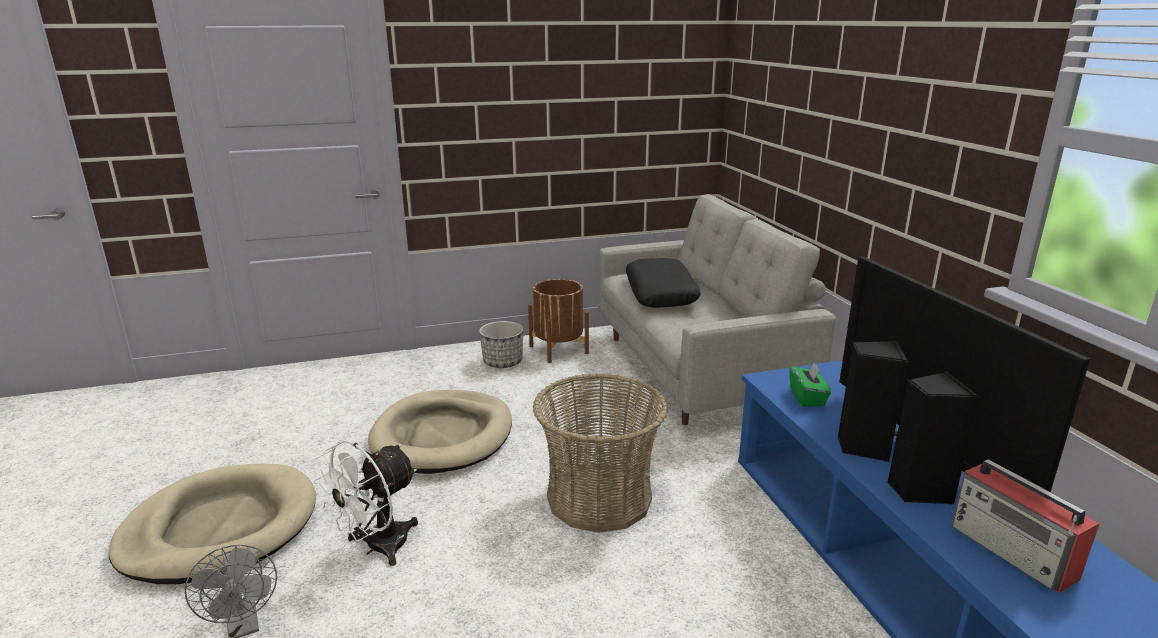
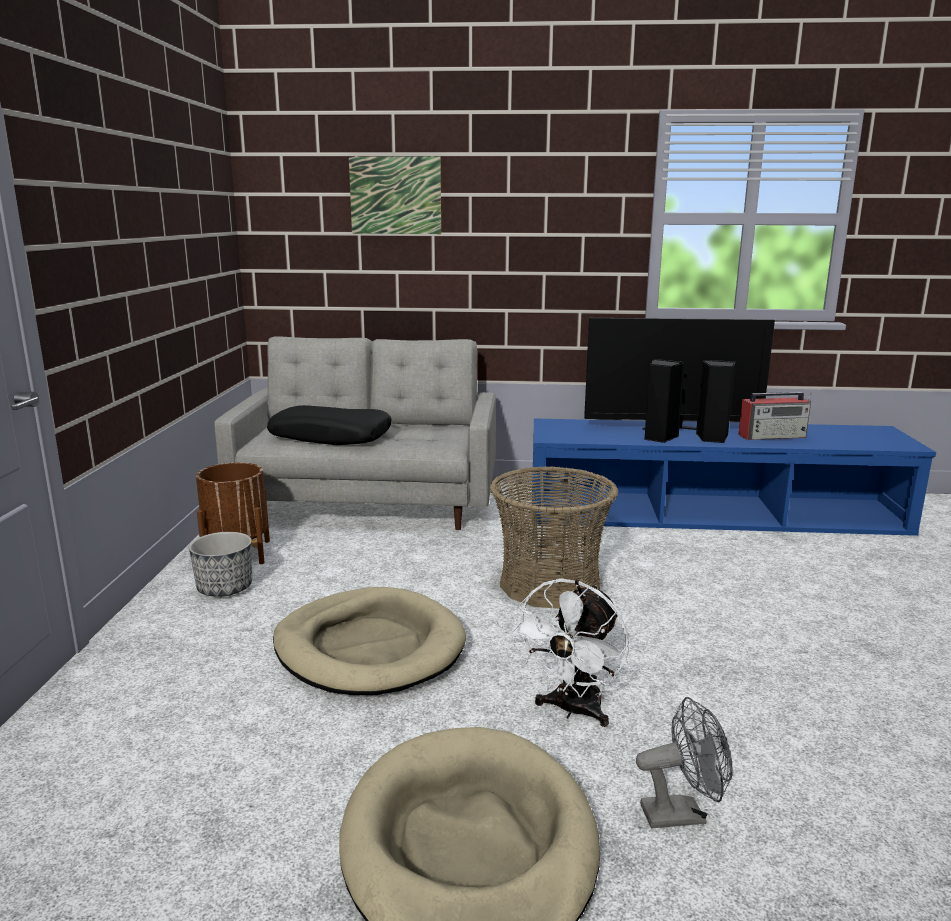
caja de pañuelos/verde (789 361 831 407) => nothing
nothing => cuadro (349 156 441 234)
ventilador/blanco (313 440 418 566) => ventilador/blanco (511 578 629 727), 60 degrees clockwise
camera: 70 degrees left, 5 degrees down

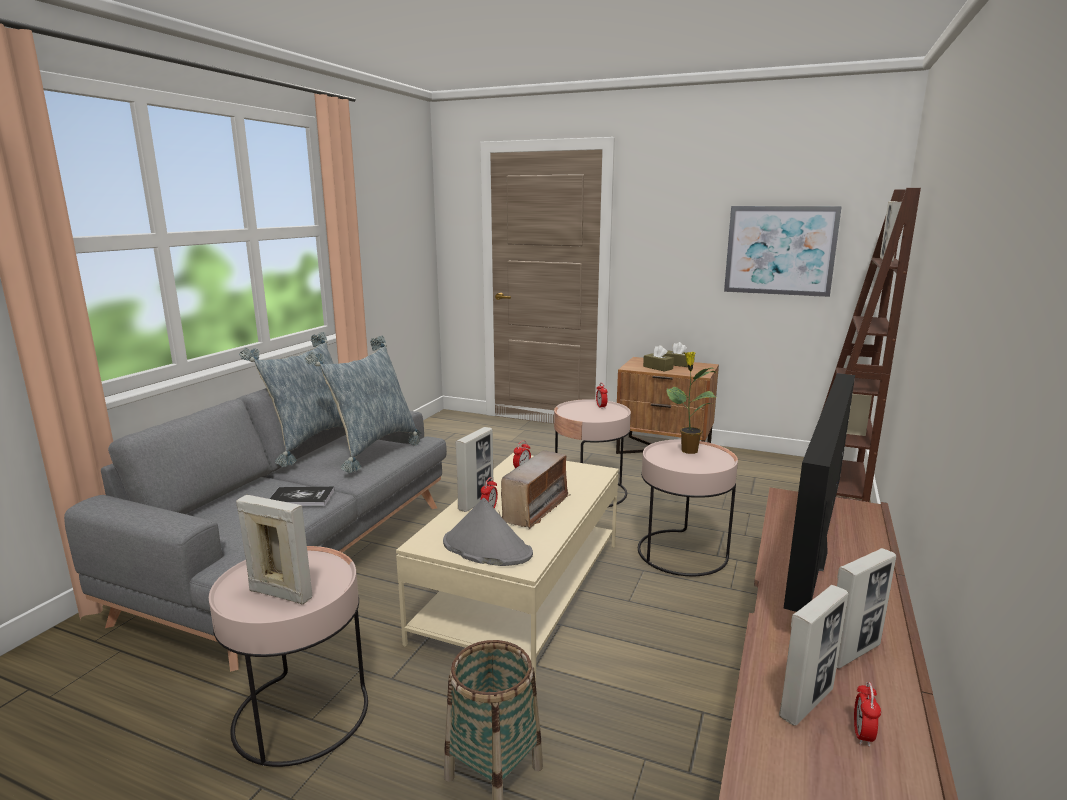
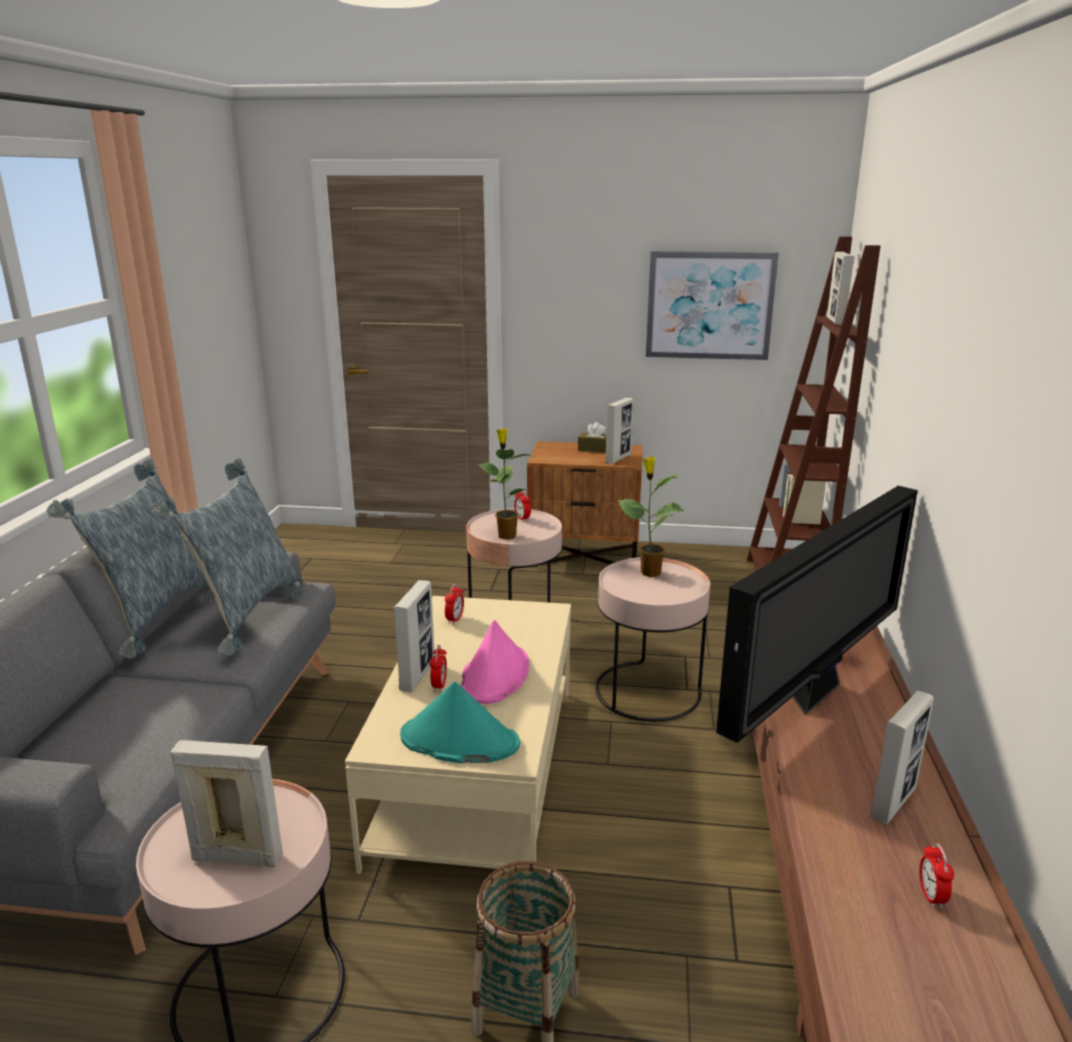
libro (270 487 334 506) => nothing
caja de pañuelos/marrón (643 345 674 372) => nothing
nothing => planta en maceta (479 428 534 540)
portarretratos (779 585 848 726) => portarretratos (605 398 634 464), shifted
radio (498 450 570 529) => sombrero/rosa (461 620 529 704)
sombrero/gris (443 498 533 566) => sombrero/turquesa (400 682 520 763)
televisor (784 373 855 612) => televisor (716 486 918 743), 150 degrees counterclockwise
camera: 15 degrees left, 5 degrees up

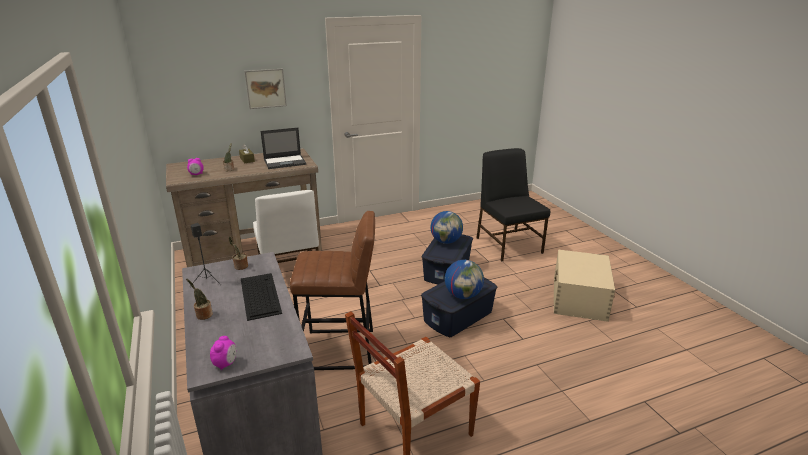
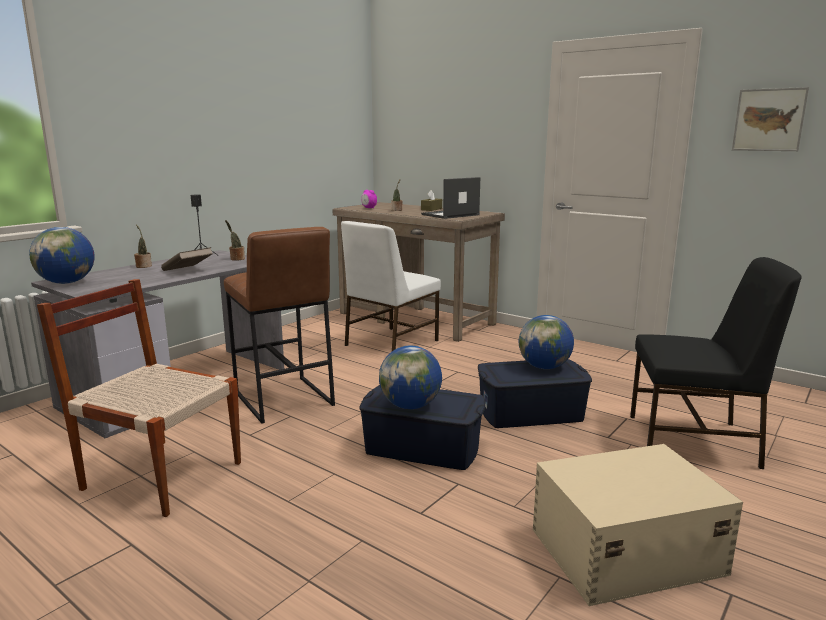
cuadro (244 69 287 109) => cuadro (732 87 809 151), shifted
despertador (210 336 236 370) => globo terráqueo (29 227 95 284)
teclado (241 273 282 321) => libro/marrón (161 247 213 271)
portátil (260 128 306 169) => portátil (421 177 480 219), 105 degrees clockwise
silla/negro (477 148 550 261) => silla/negro (630 257 802 469), 60 degrees clockwise
camera: 60 degrees right, 10 degrees down

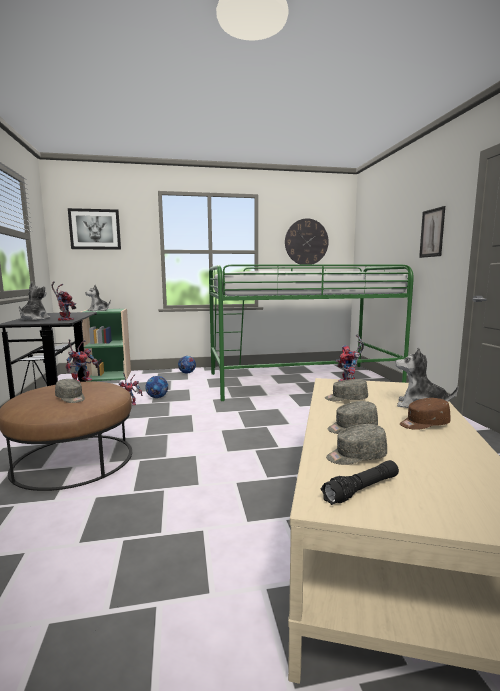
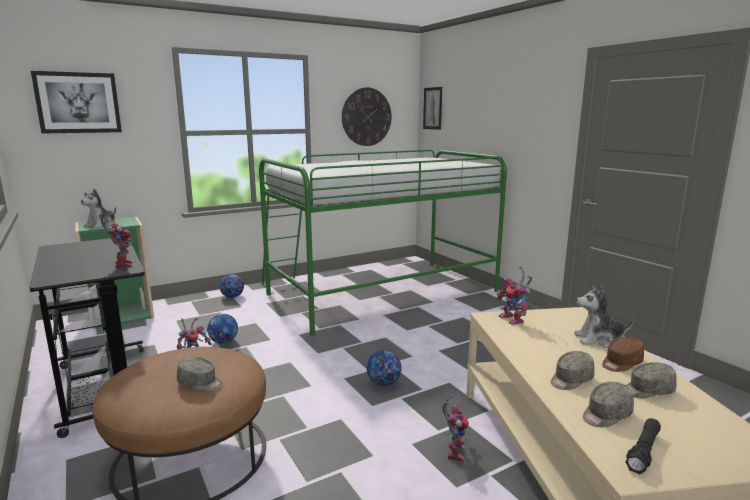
peluche (19 281 51 320) => nothing
nothing => balón de fútbol (367 350 401 386)
robot de juguete (66 339 100 383) => robot de juguete (442 395 469 462), shifted
gorra/gris (325 379 368 401) => gorra/gris (626 362 677 398), shifted
cuadro (419 206 445 258) => cuadro (423 87 442 130), shifted
camera: 20 degrees left, 5 degrees up

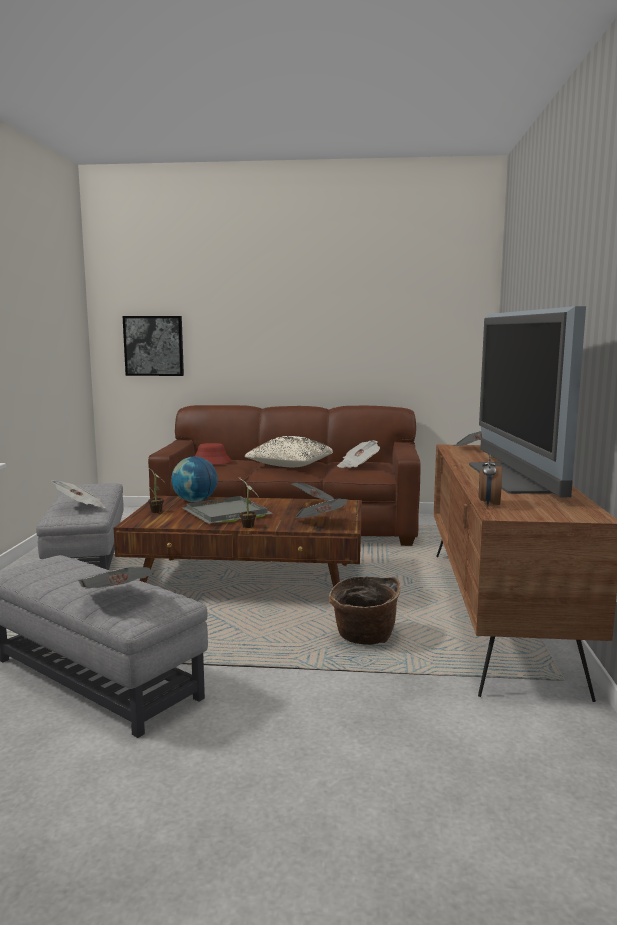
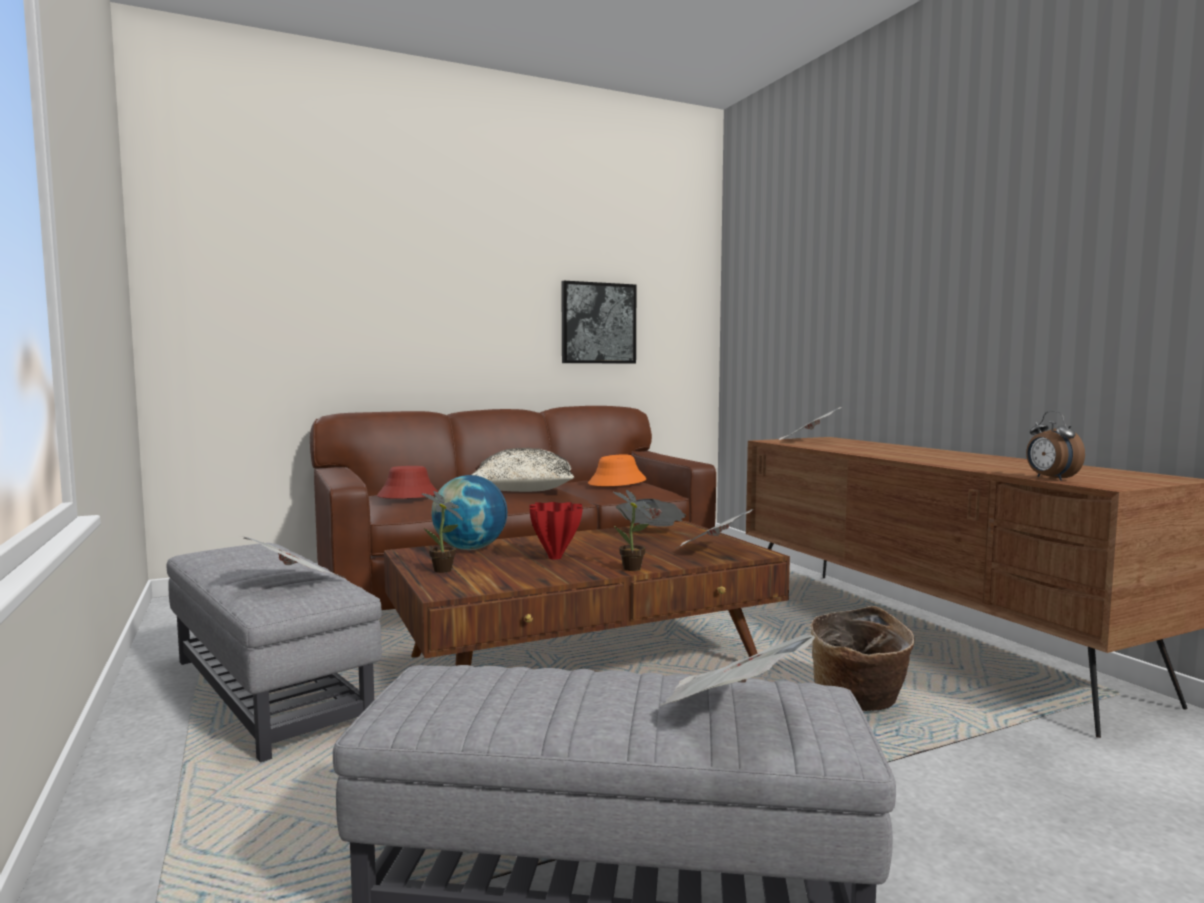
televisor (469 306 586 498) => nothing
cuadro (122 316 184 376) => cuadro (561 281 636 364), shifted
bandeja/gris (182 496 272 524) => florero/rojo (529 502 583 559)
periódico (337 440 380 468) => sombrero/naranja (588 454 647 486)
camera: 30 degrees left, 5 degrees down

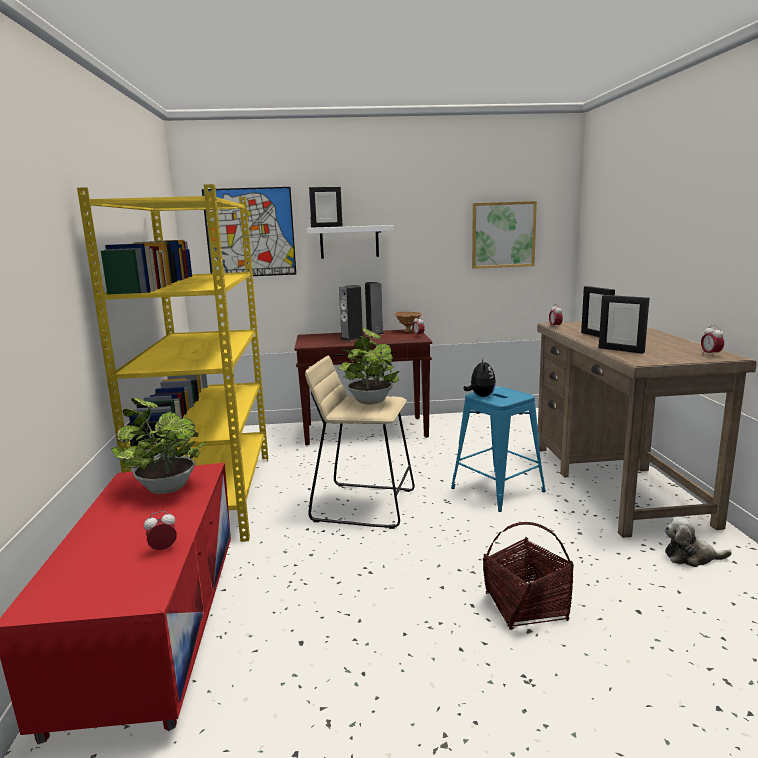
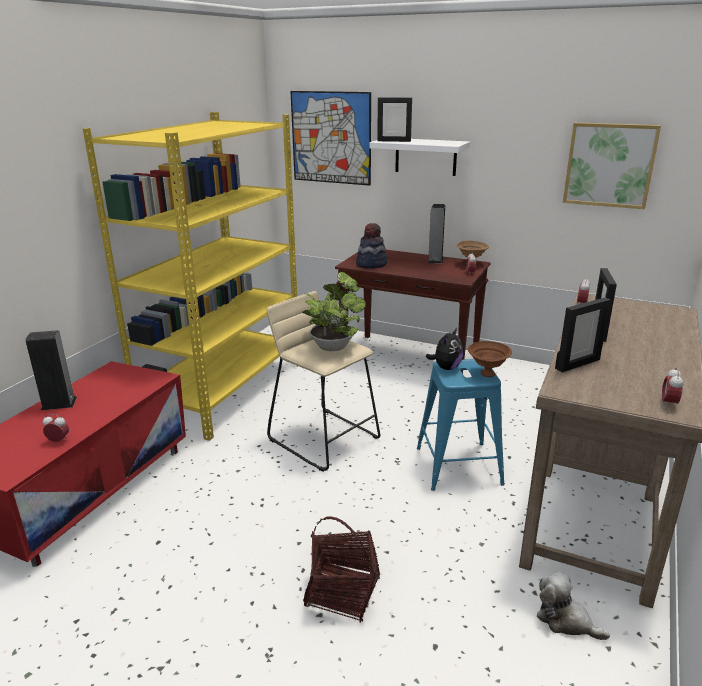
planta en maceta (111 398 206 494) => nothing
nothing => sombrero (356 223 387 268)
nothing => cuenco/marrón (468 341 512 377)
altavoz (339 285 364 341) => altavoz (26 330 77 410), shifted
portarretratos (599 295 650 354) => portarretratos (555 297 611 373), 105 degrees counterclockwise
camera: 30 degrees right, 10 degrees up

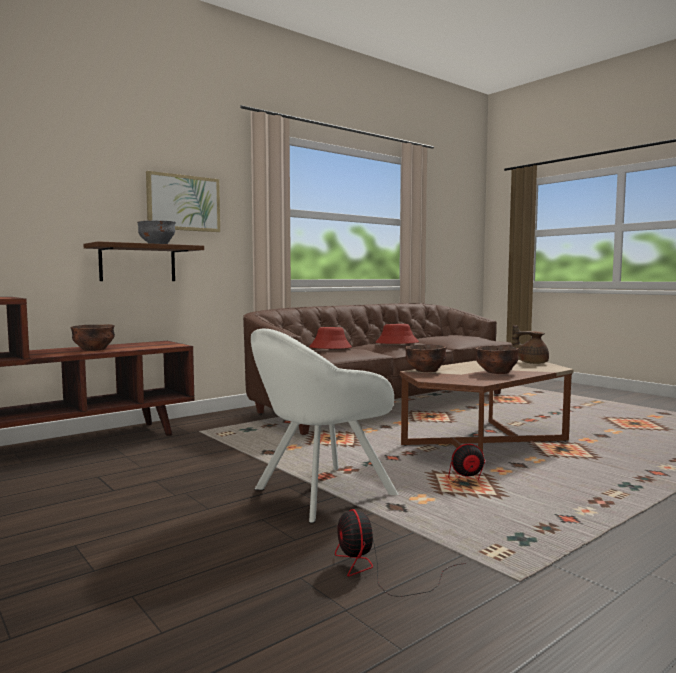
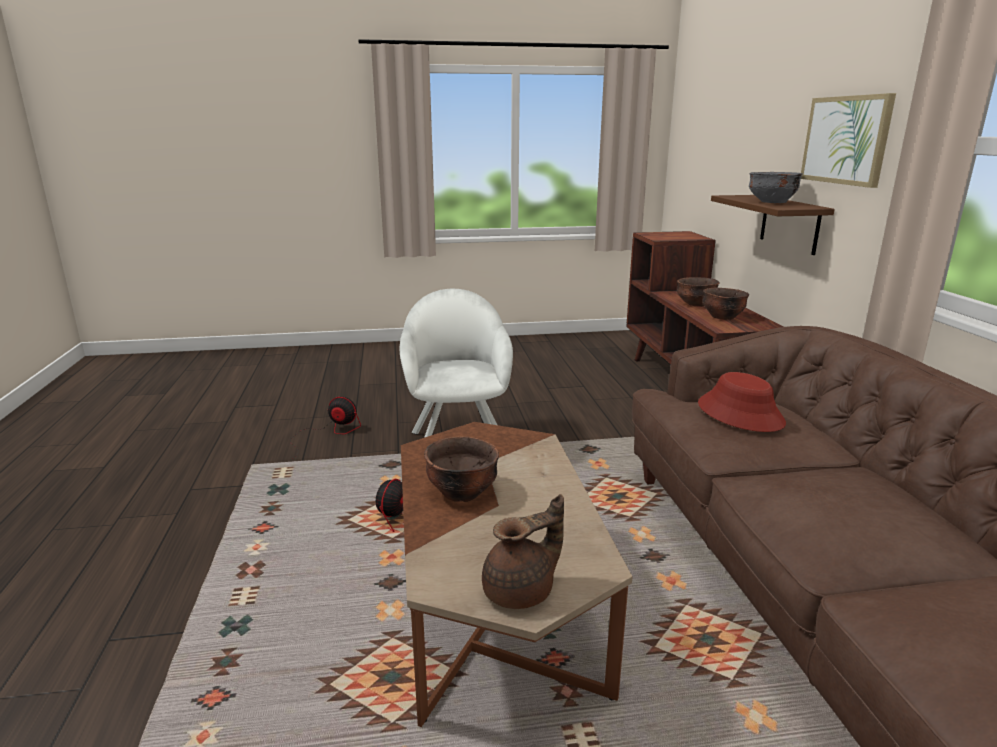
sombrero/rojo (376 324 419 344) => nothing
cuenco/marrón (405 345 447 372) => cuenco/marrón (702 288 749 320), shifted
camera: 120 degrees right, 15 degrees up

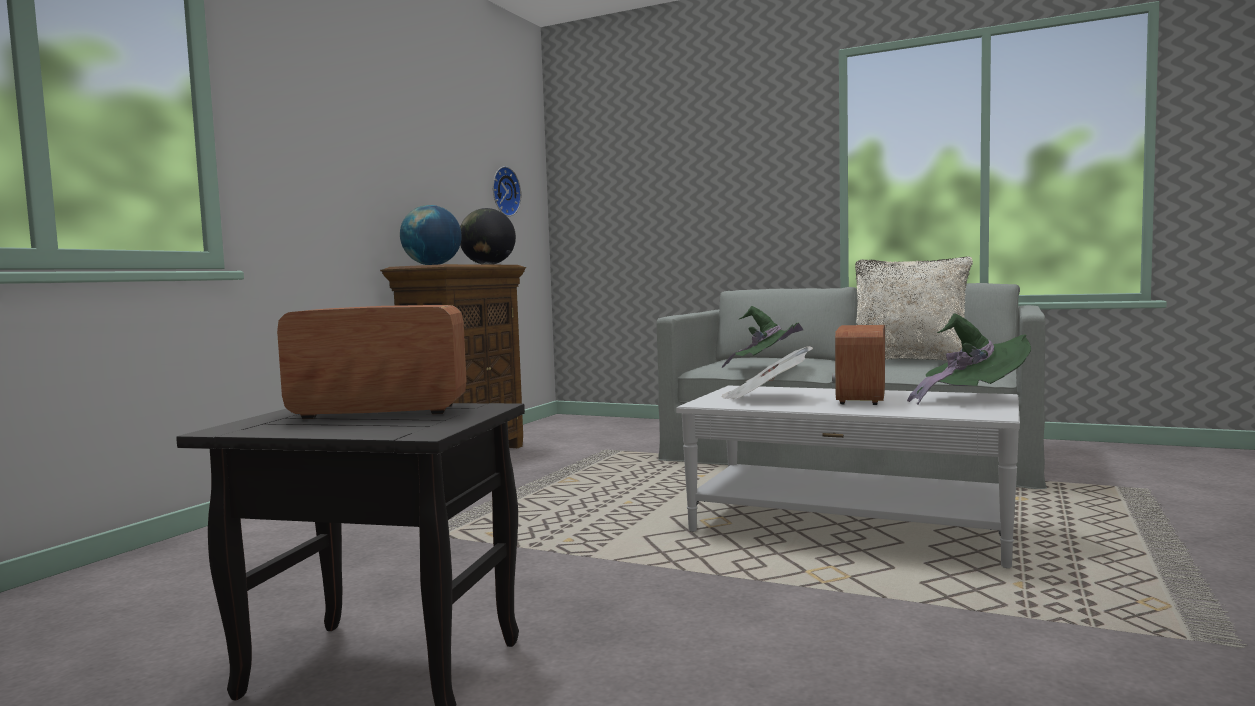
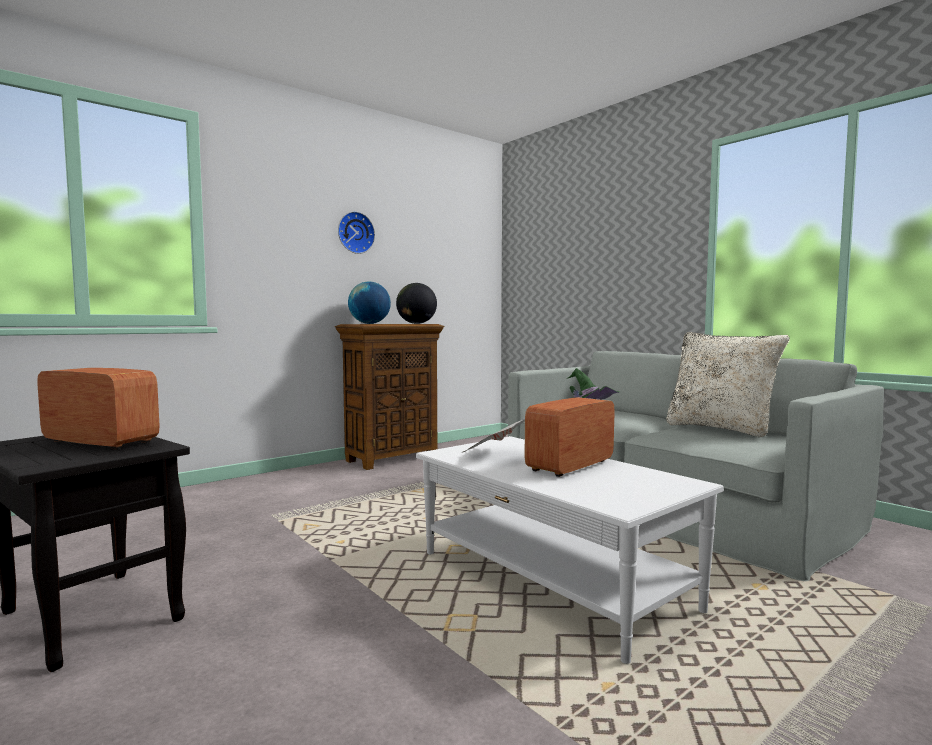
sombrero/verde (907 313 1031 405) => nothing
reloj de pared (493 166 521 216) => reloj de pared (338 211 375 254), shifted
camera: 25 degrees right, 0 degrees up

